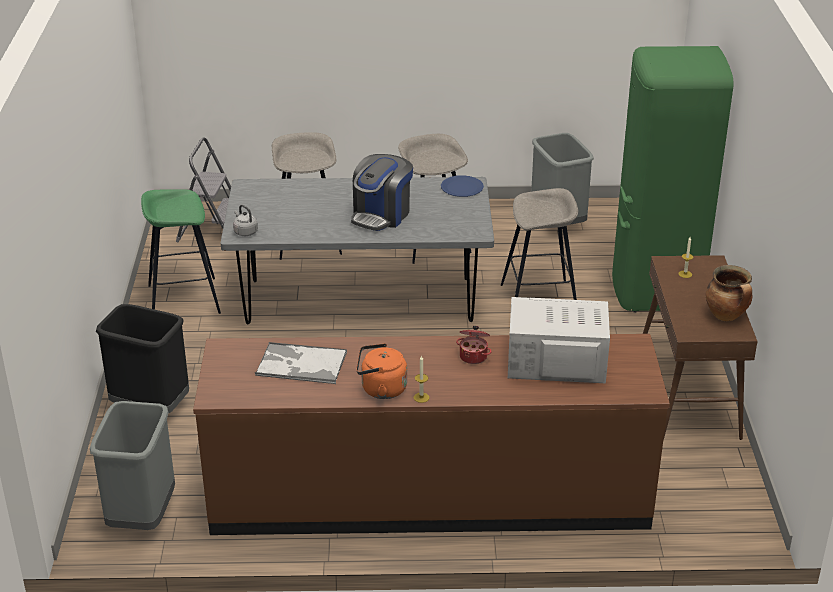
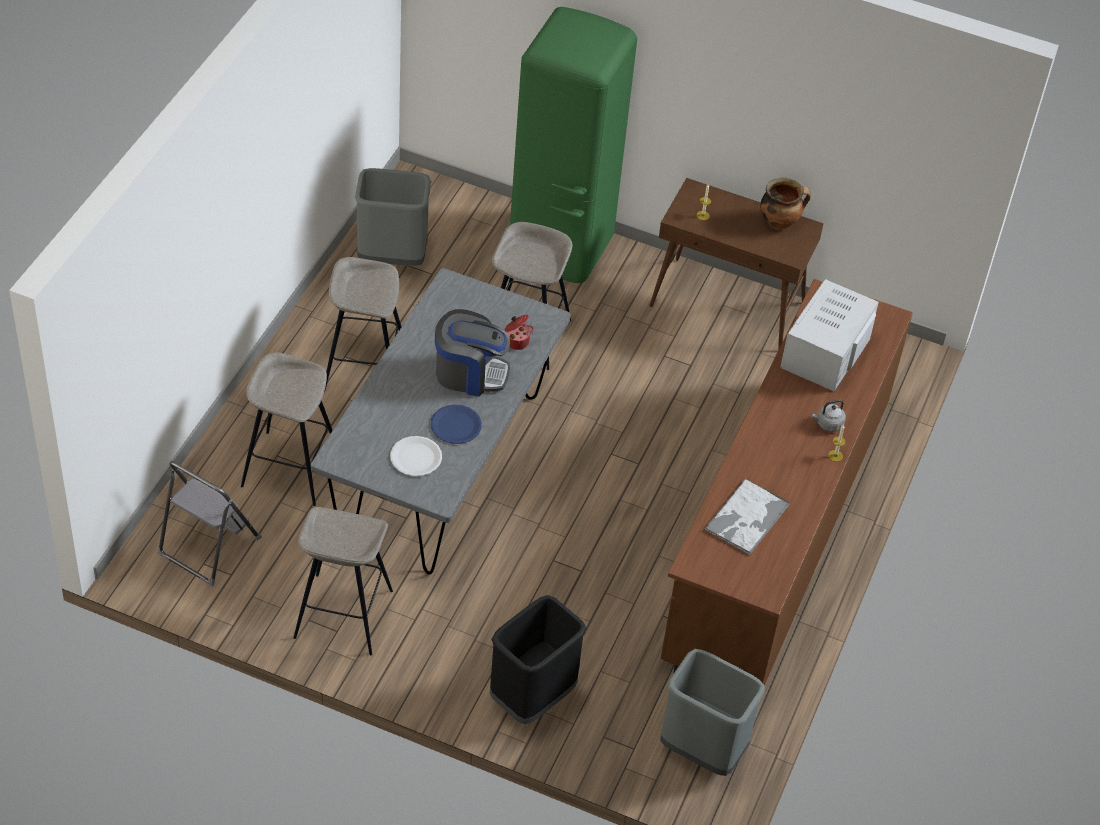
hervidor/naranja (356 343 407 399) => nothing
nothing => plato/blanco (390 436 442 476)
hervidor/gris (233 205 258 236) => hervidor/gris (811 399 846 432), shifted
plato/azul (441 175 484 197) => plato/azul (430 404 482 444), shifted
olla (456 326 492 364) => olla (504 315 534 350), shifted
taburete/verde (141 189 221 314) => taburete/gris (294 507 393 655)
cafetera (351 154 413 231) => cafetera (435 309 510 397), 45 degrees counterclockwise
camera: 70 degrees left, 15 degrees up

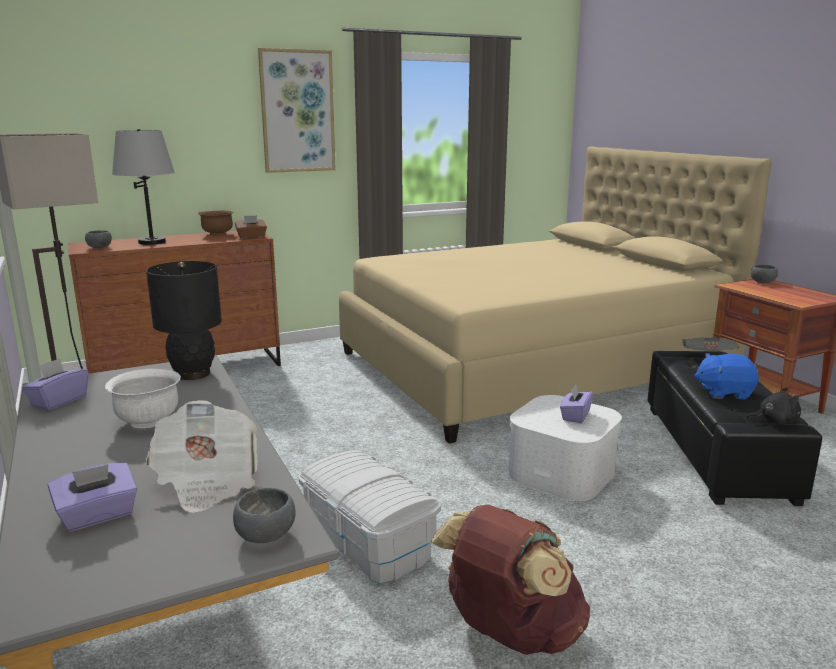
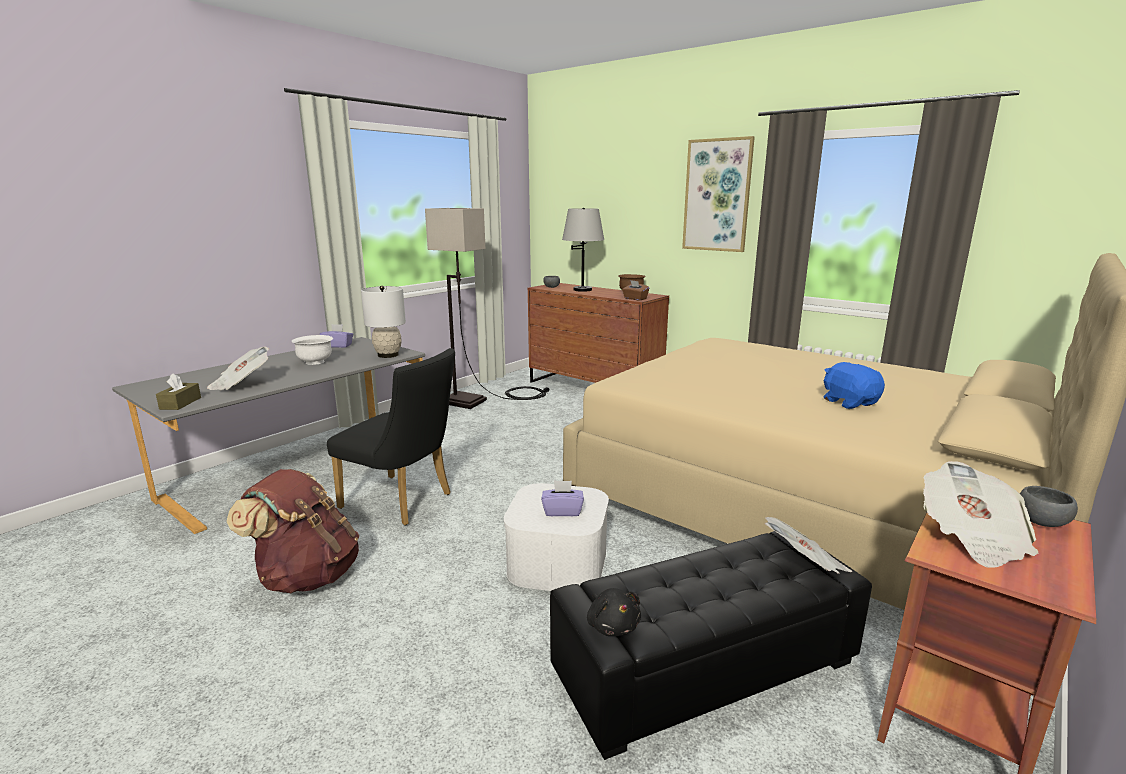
caja de pañuelos/morado (48 463 137 532) => nothing
nothing => periódico (923 461 1038 568)
peluche/azul (694 353 759 400) => peluche/azul (824 362 885 409), shifted
cuenco/gris (233 488 296 543) => caja de pañuelos/marrón (156 373 201 410)
caja de almacenaje/blanco (298 450 441 584) => silla/negro (327 348 455 525)
lámpara de mesa/negro (146 261 222 380) => lámpara de mesa/blanco (361 286 406 358)
camera: 65 degrees right, 0 degrees up

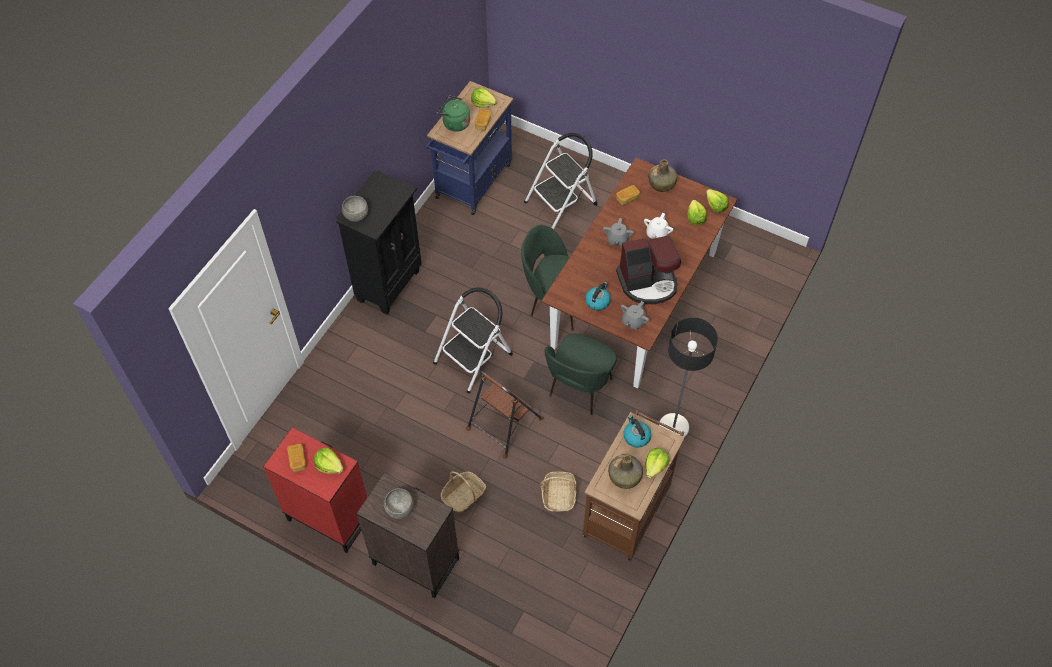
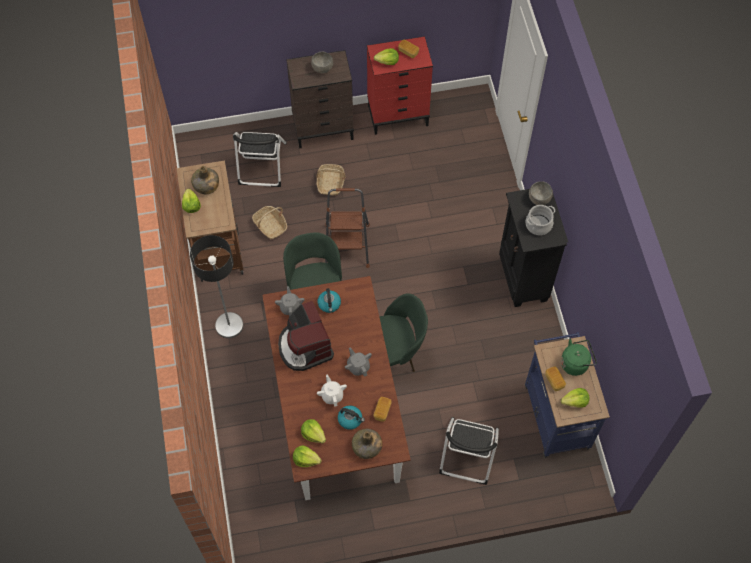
nothing => olla (525 205 555 235)
escalera de tijera (433 288 513 393) => escalera de tijera (233 132 287 187), shifted
hervidor (623 415 651 448) => hervidor (338 406 365 430), shifted
cafetera (616 235 681 304) => cafetera (278 301 334 371), 60 degrees counterclockwise
camera: 140 degrees right, 5 degrees up

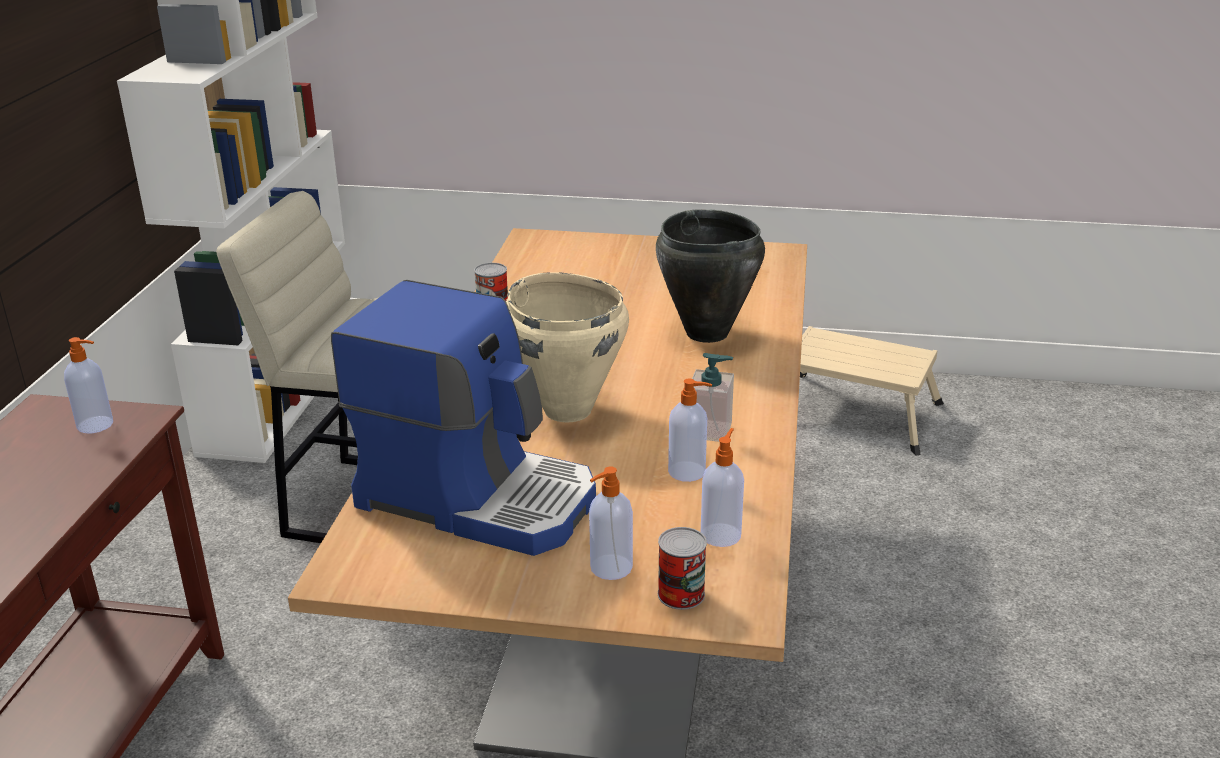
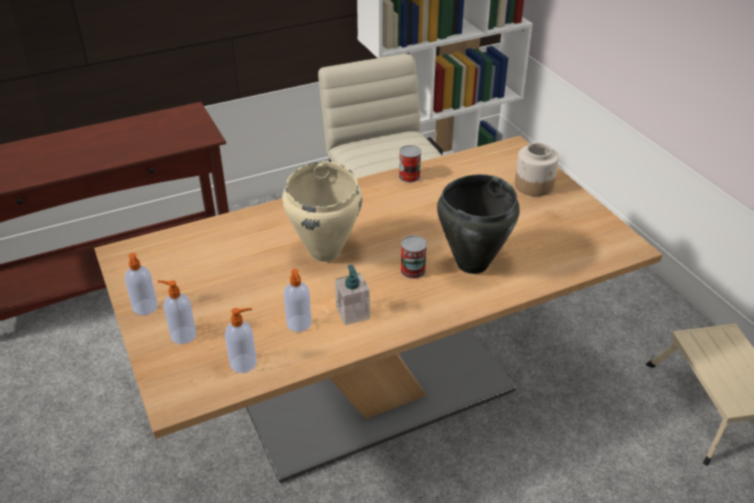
cafetera (331 280 596 556) => nothing
nothing => tarro (515 143 559 196)
dispensador de jabón (64 337 113 433) => dispensador de jabón (125 253 158 315), shifted
lata (658 527 707 610) => lata (401 235 427 279), shifted
camera: 55 degrees right, 10 degrees up

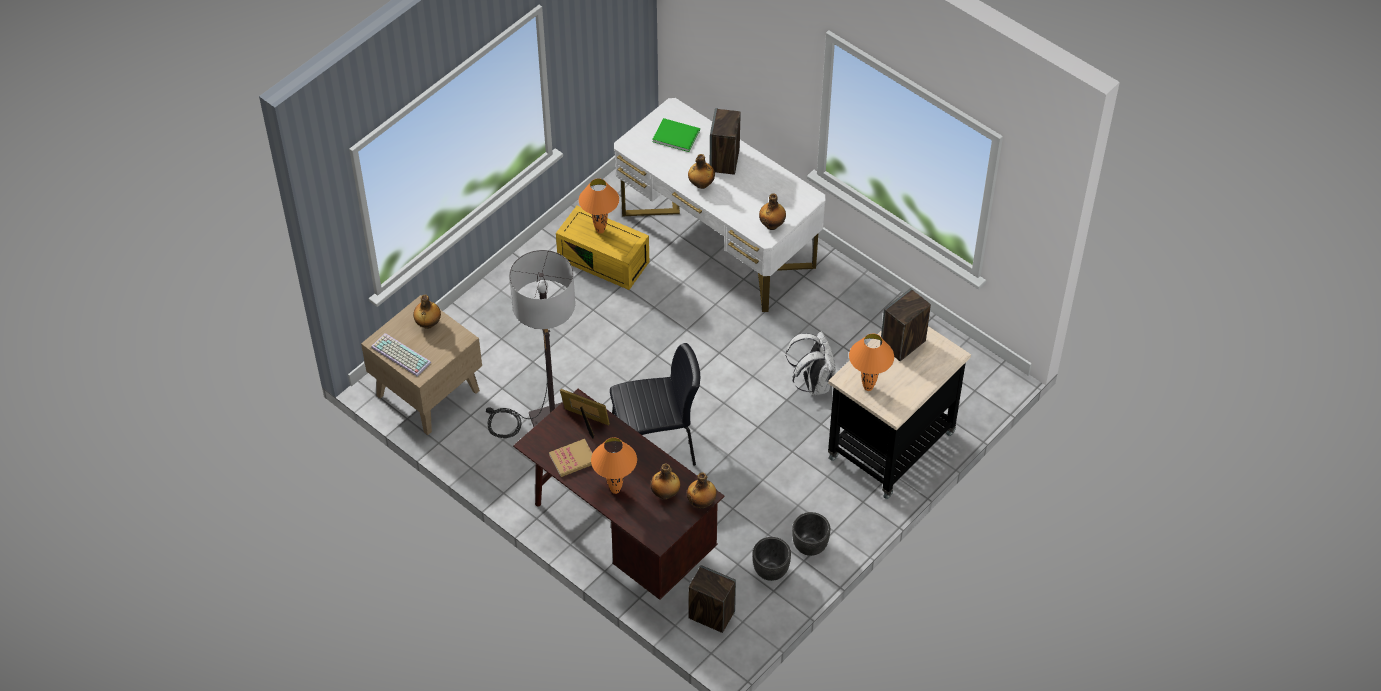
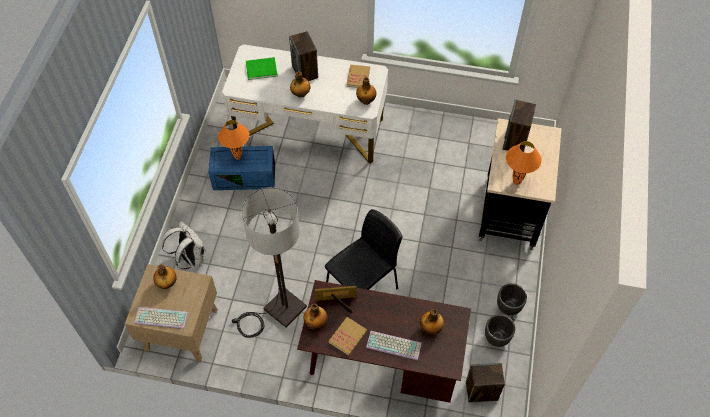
nothing => libro (347 65 370 88)
botella (687 472 717 509) => botella (303 303 327 330), shifted
mochila/blanco (786 331 836 396) => mochila/blanco (162 222 207 269), shifted
lámpara de mesa/naranja (591 437 637 494) => teclado (366 331 422 360)
caja de almacenaje/amarillo (556 206 649 290) => caja de almacenaje/azul (209 146 275 190)
camera: 30 degrees left, 5 degrees up

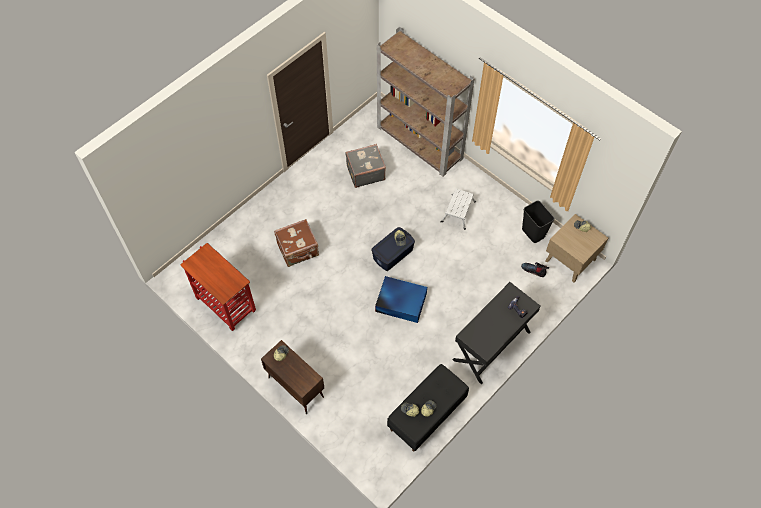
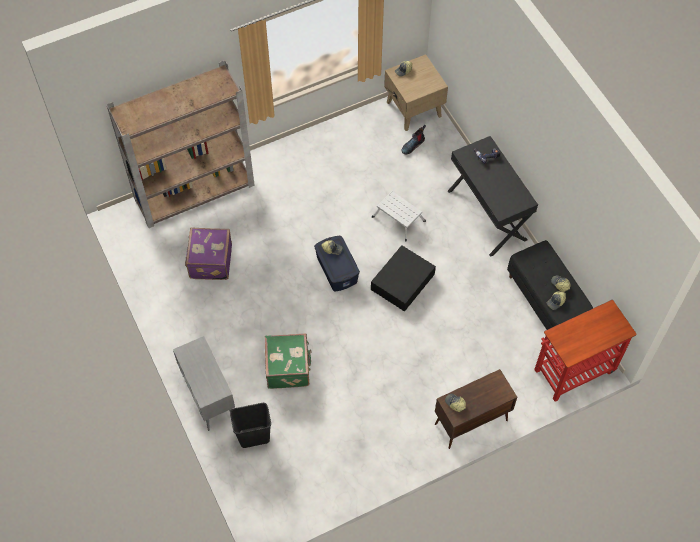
nothing => armario/gris (173 336 235 431)
carrito/rojo (181 243 256 331) => carrito/rojo (534 300 637 402), shifted
escalera de tijera/blanco (441 188 476 230) => escalera de tijera/blanco (372 191 426 242), shifted
papelera/negro (522 200 555 243) => papelera/negro (230 403 271 448), shifted
maleta/marrón (274 219 319 267) => maleta/verde (265 333 312 389)
maleta/gris (345 144 386 188) => maleta/morado (185 227 232 280)
caja de almacenaje/azul (375 276 427 323) => caja de almacenaje/negro (371 245 436 312)
camera: 70 degrees left, 0 degrees up

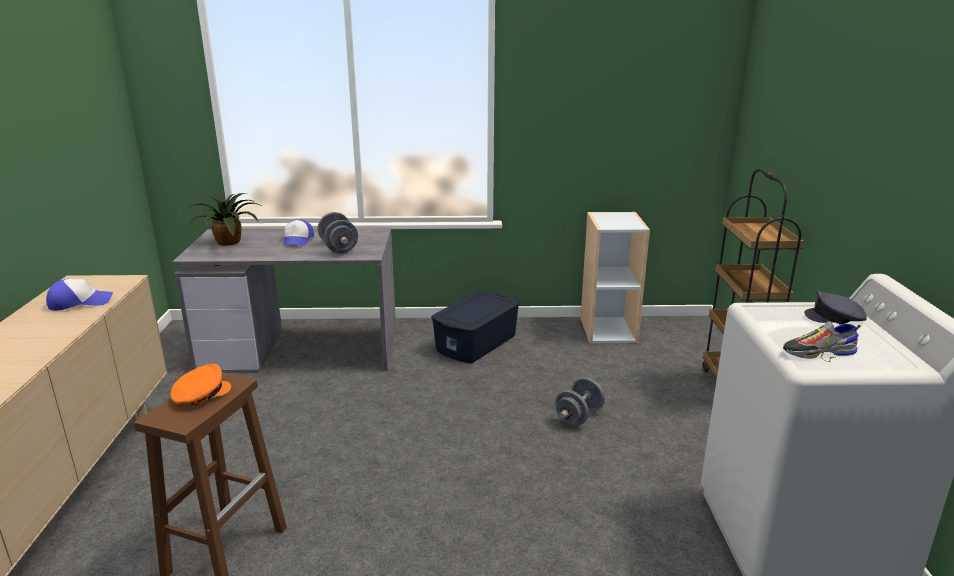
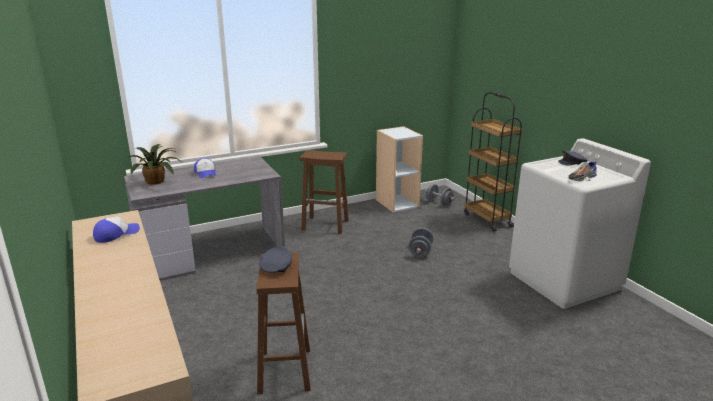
mancuerna/gris (317 212 358 253) => mancuerna/gris (425 184 455 206), shifted
caja de almacenaje/azul (431 291 520 363) => taburete/marrón (300 150 349 234)
gorra/naranja (170 364 231 406) => gorra/gris (259 246 292 273)
camera: 25 degrees left, 0 degrees up

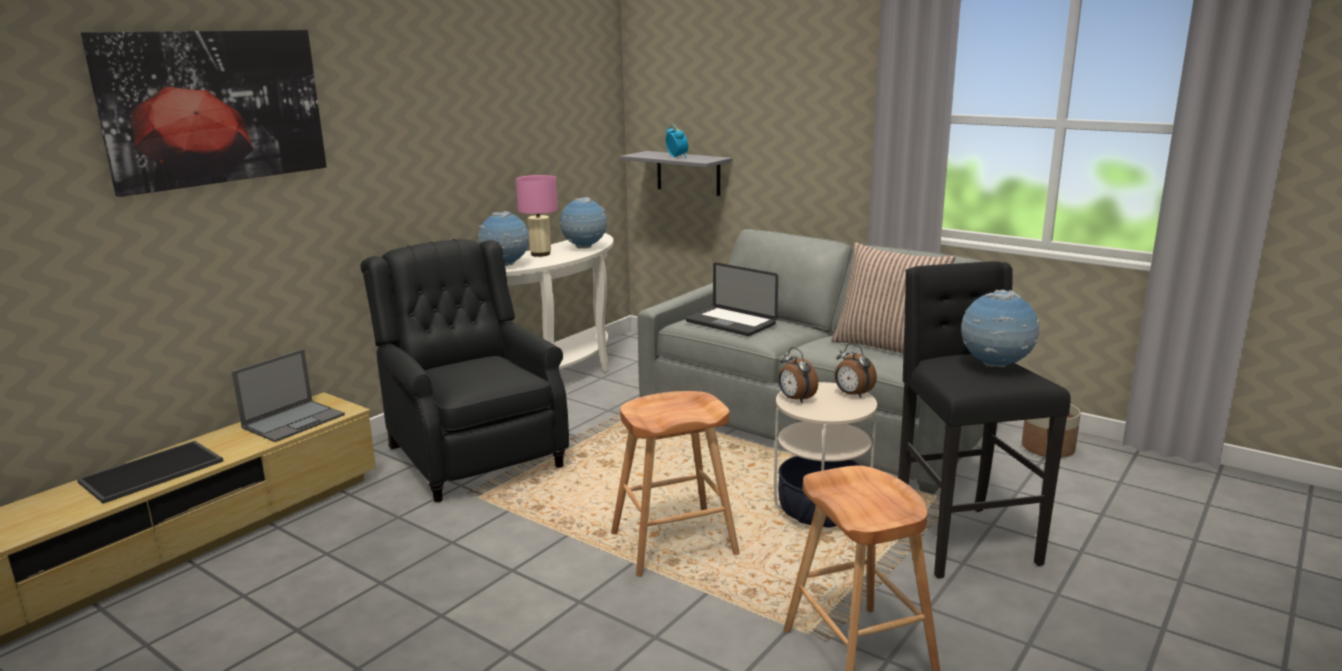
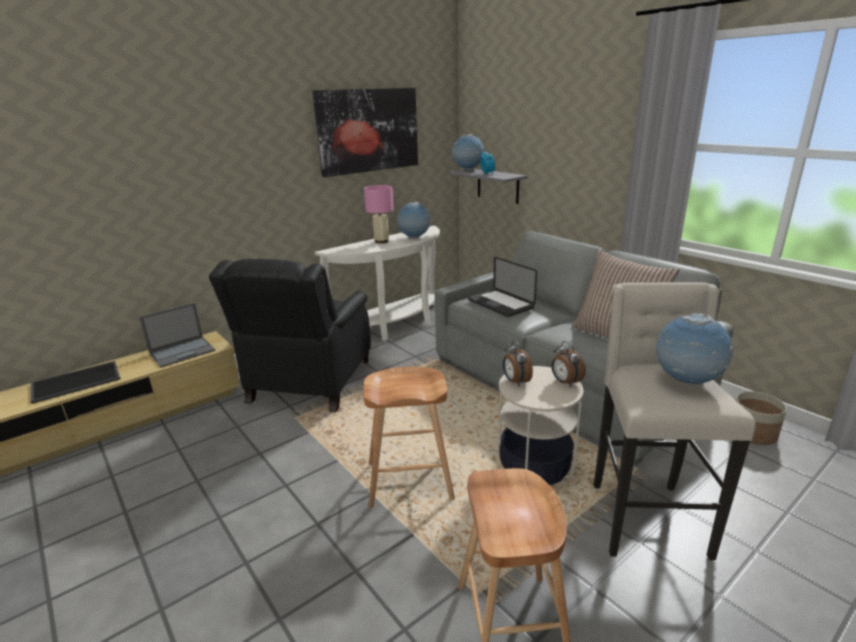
cuadro (81 30 327 197) => cuadro (313 88 418 177), shifted
globo terráqueo (478 211 530 266) => globo terráqueo (452 134 485 171), shifted
taburete/negro (898 261 1071 579) => taburete/beis (594 282 756 560)
sillón/negro (361 239 569 502) => sillón/negro (209 258 371 412), 150 degrees counterclockwise
camera: 15 degrees right, 5 degrees up

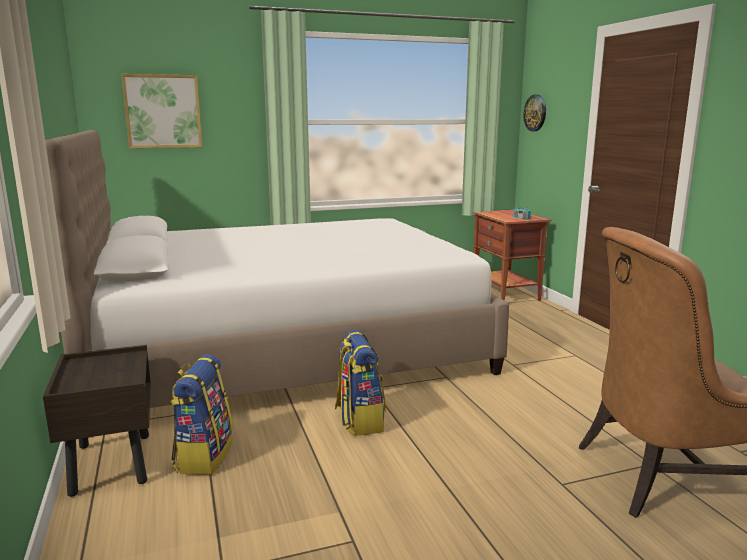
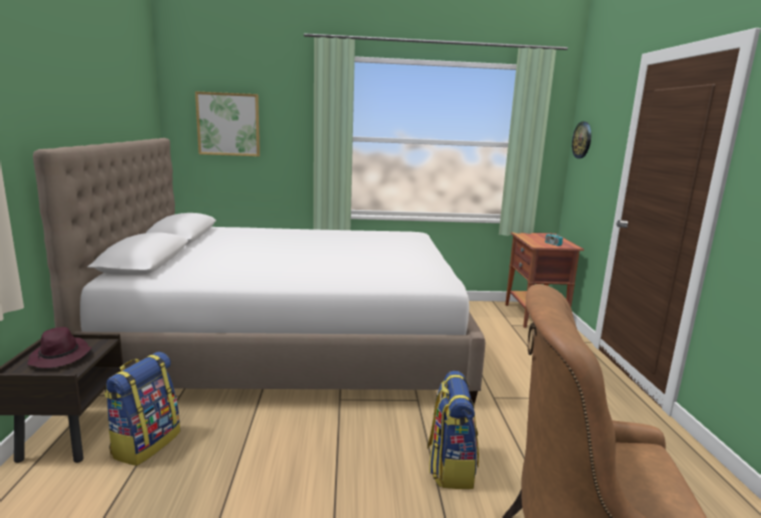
nothing => sombrero/morado (27 327 92 368)
mochila (335 330 386 436) => mochila (427 371 479 489), shifted
camera: 15 degrees right, 0 degrees up

